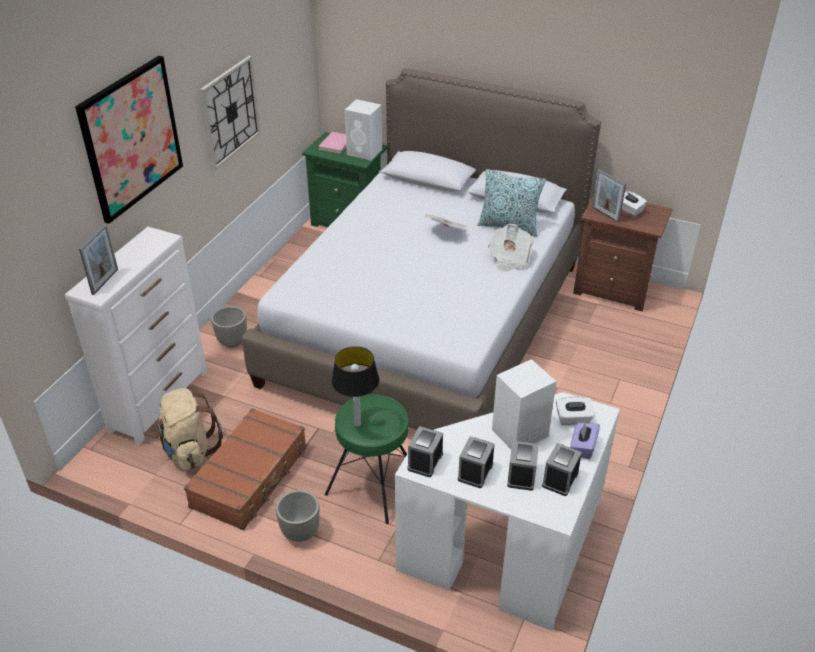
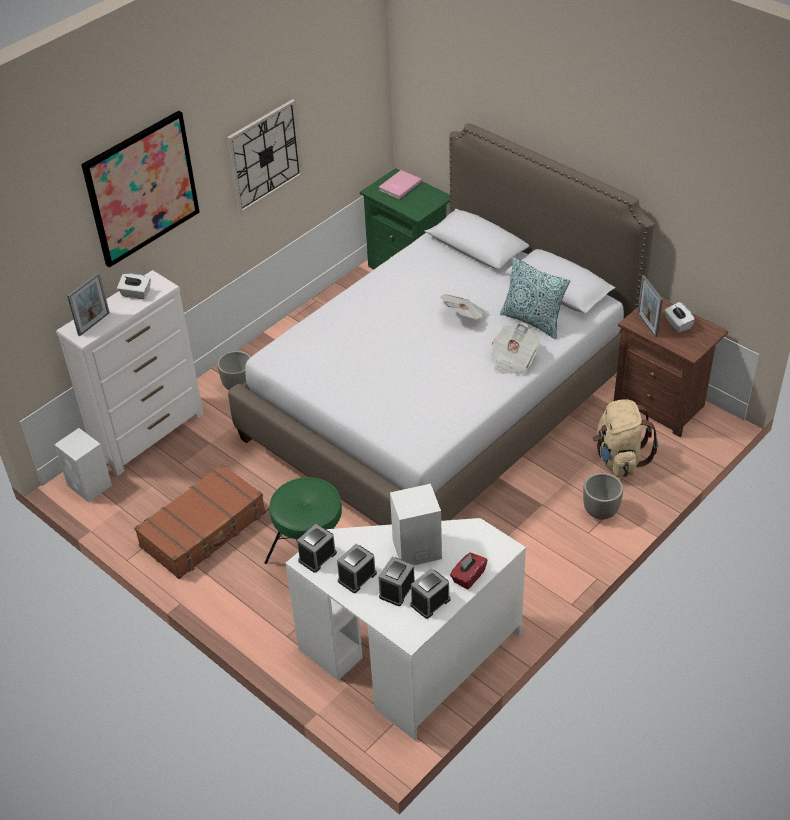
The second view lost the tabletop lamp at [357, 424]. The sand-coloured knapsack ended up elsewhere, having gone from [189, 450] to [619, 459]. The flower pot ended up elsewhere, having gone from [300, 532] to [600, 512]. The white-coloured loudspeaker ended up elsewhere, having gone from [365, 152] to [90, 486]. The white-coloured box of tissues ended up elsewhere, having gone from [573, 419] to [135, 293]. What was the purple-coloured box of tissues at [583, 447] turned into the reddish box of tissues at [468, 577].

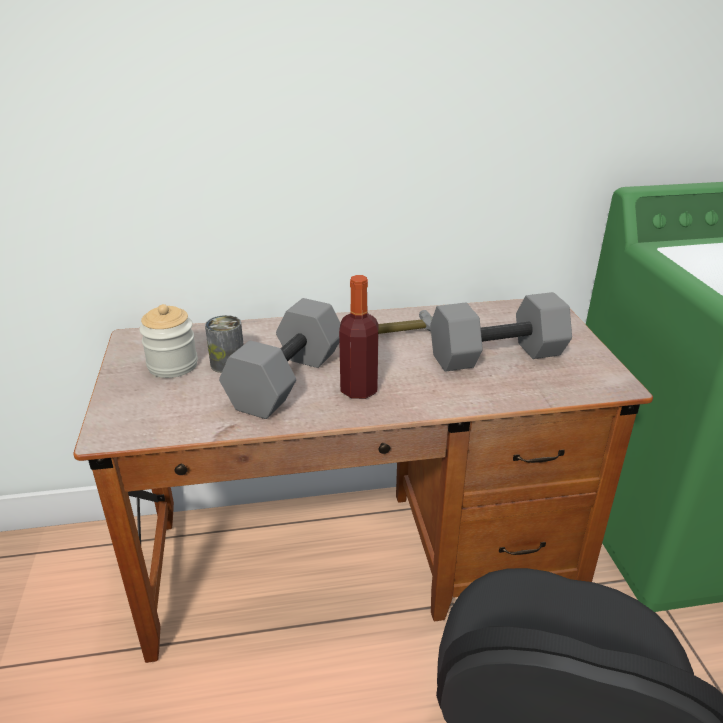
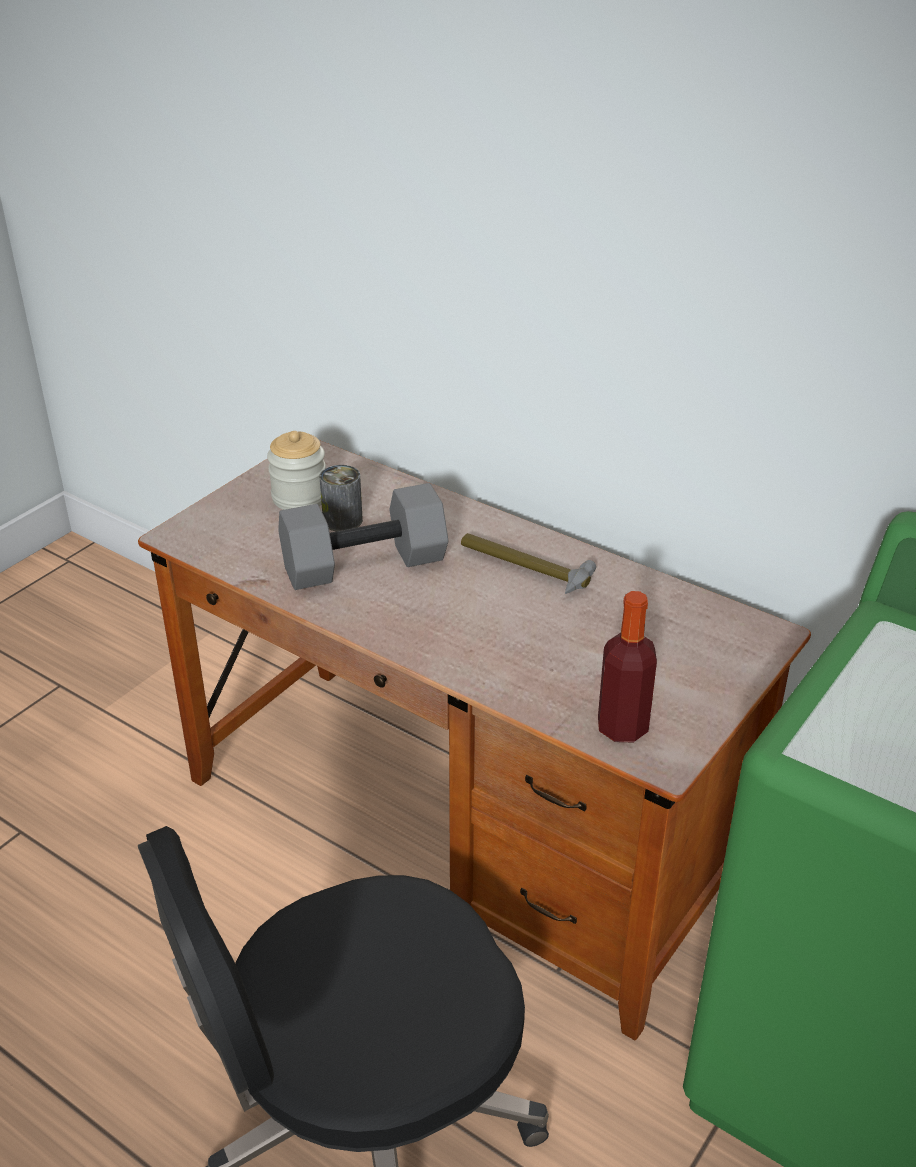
The second view lost the gray free weight at [497, 354]. The beverage bottle ended up elsewhere, having gone from [359, 390] to [622, 727].

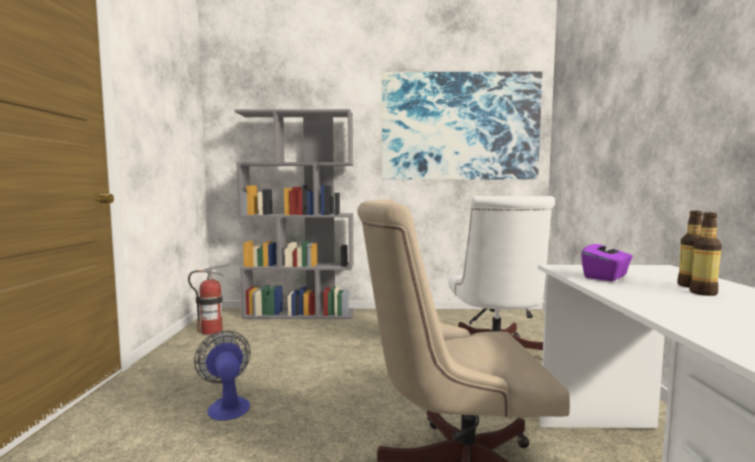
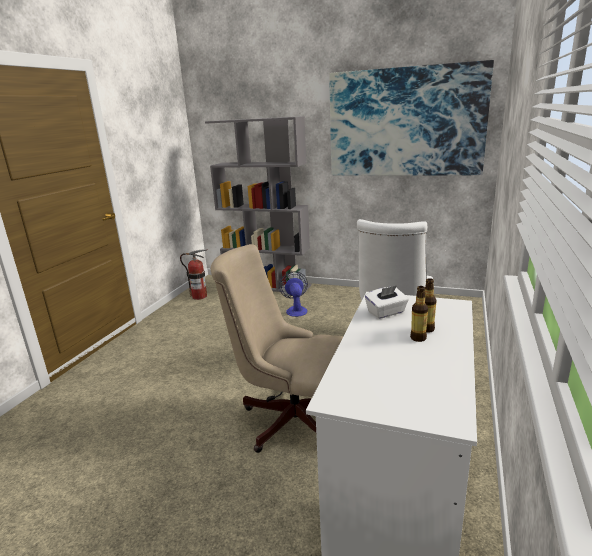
The cooling fan ended up elsewhere, having gone from [227, 405] to [296, 310]. What was the purple-coloured box of tissues at [606, 277] turned into the white-coloured box of tissues at [386, 312].

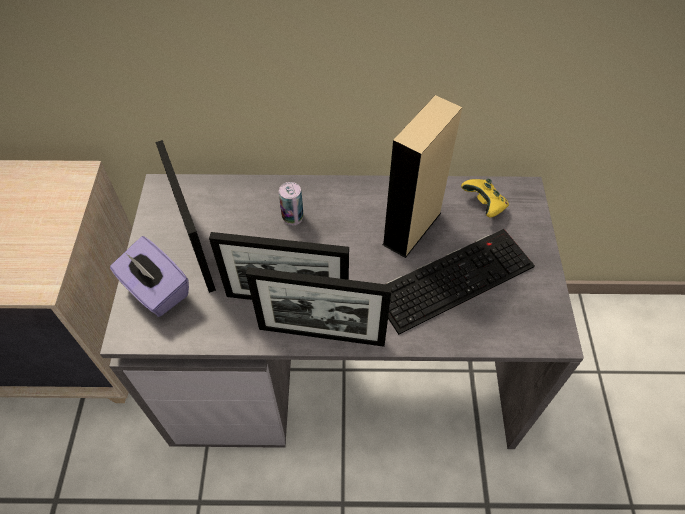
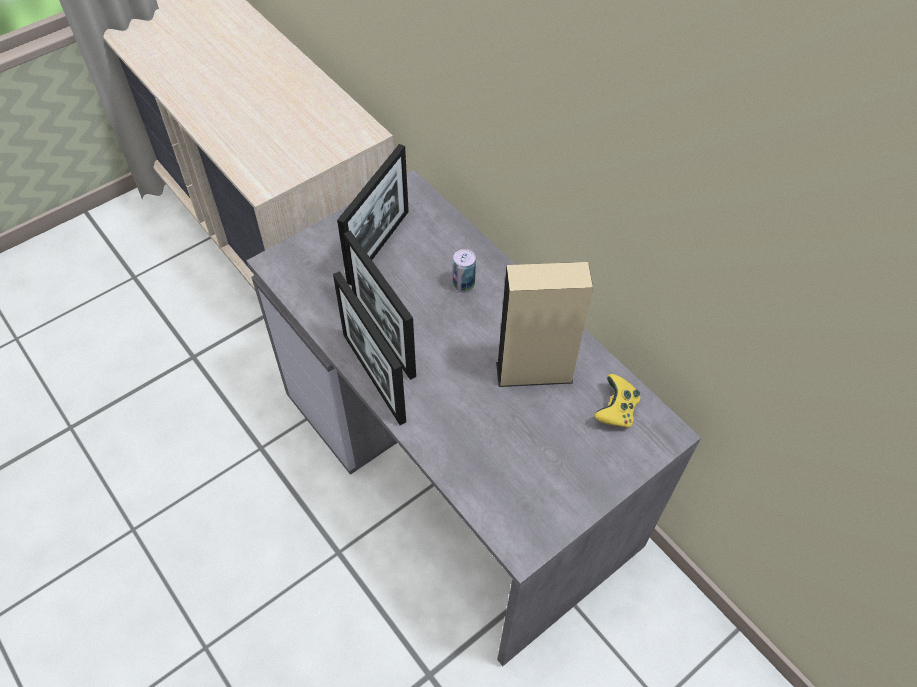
The second view lost the purple-coloured box of tissues at [156, 290]. The second view lost the keyboard at [453, 277].

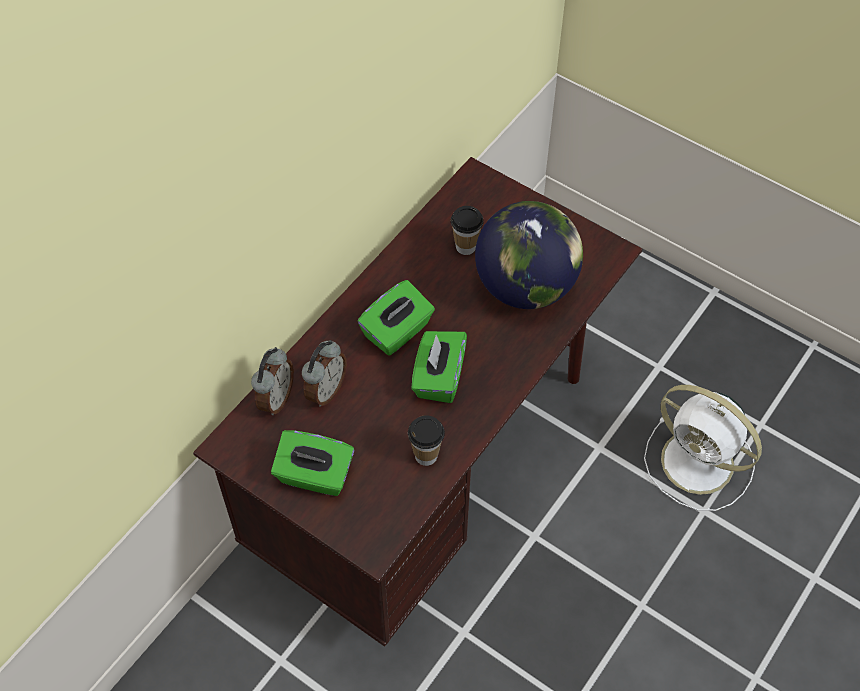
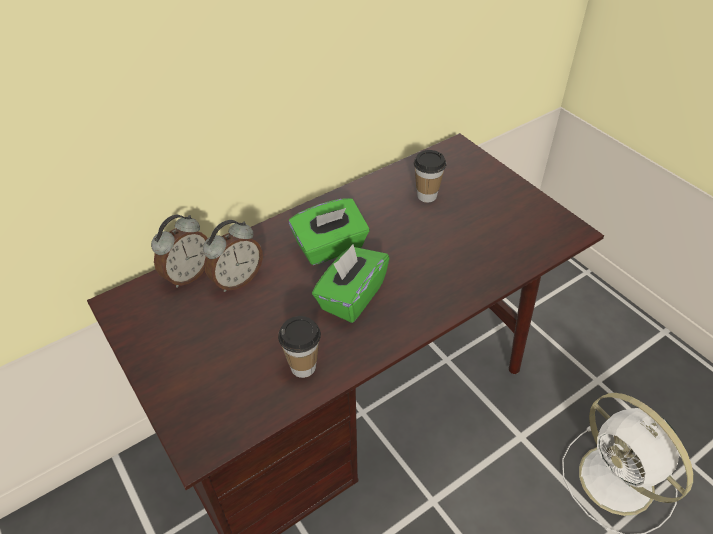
The second view lost the greenish box of tissues at [314, 476]. The second view lost the desk globe at [525, 287].

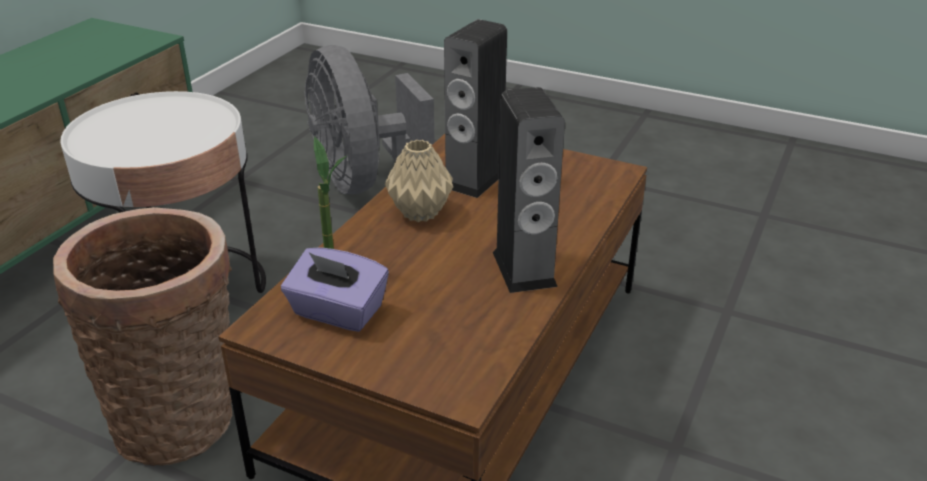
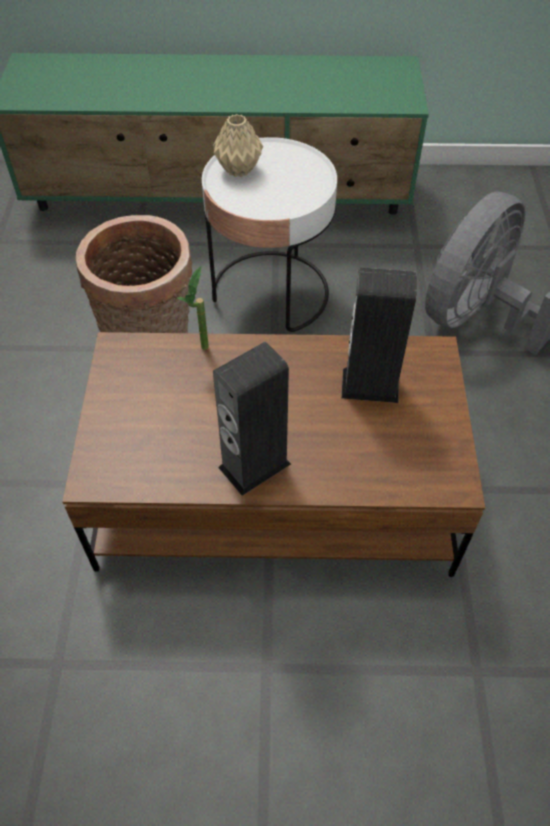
The second view lost the purple-coloured box of tissues at [337, 312]. The sand-coloured flower vase ended up elsewhere, having gone from [420, 214] to [238, 170].

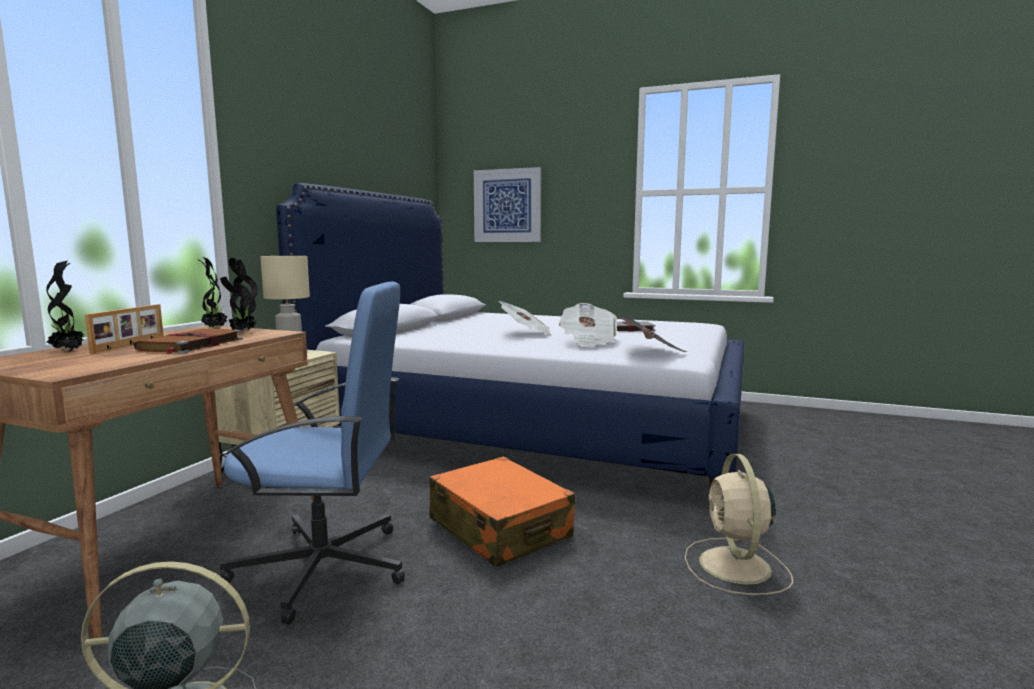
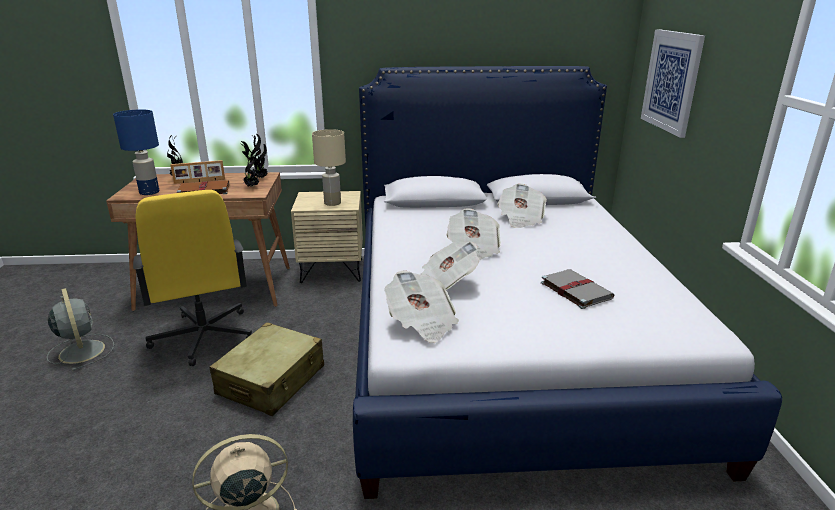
The second view gained the bluish tabletop lamp at [149, 192]. The second view gained the daily paper at [520, 219]. What was the bluish desk chair at [325, 568] turned into the yellow-coloured desk chair at [203, 337]. What was the orange travel case at [500, 528] turned into the sand-coloured travel case at [272, 380].

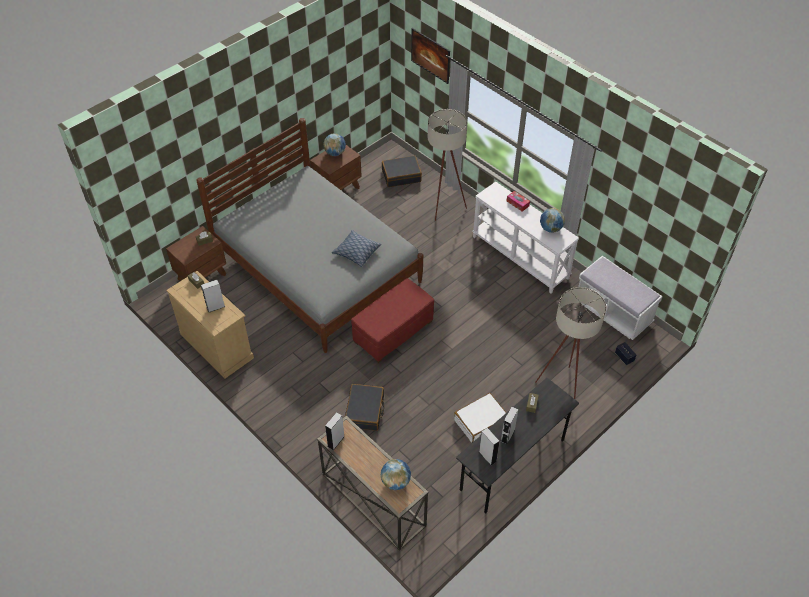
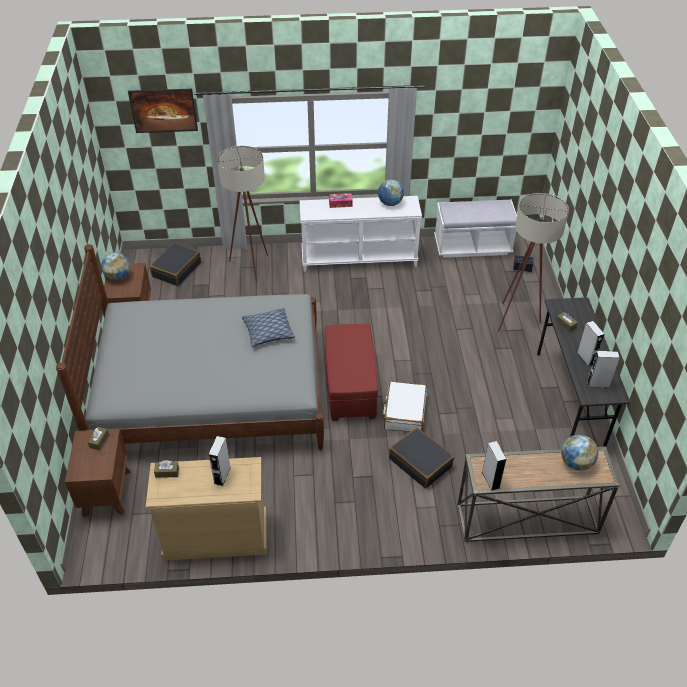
The white-coloured travel case ended up elsewhere, having gone from [480, 422] to [404, 412].

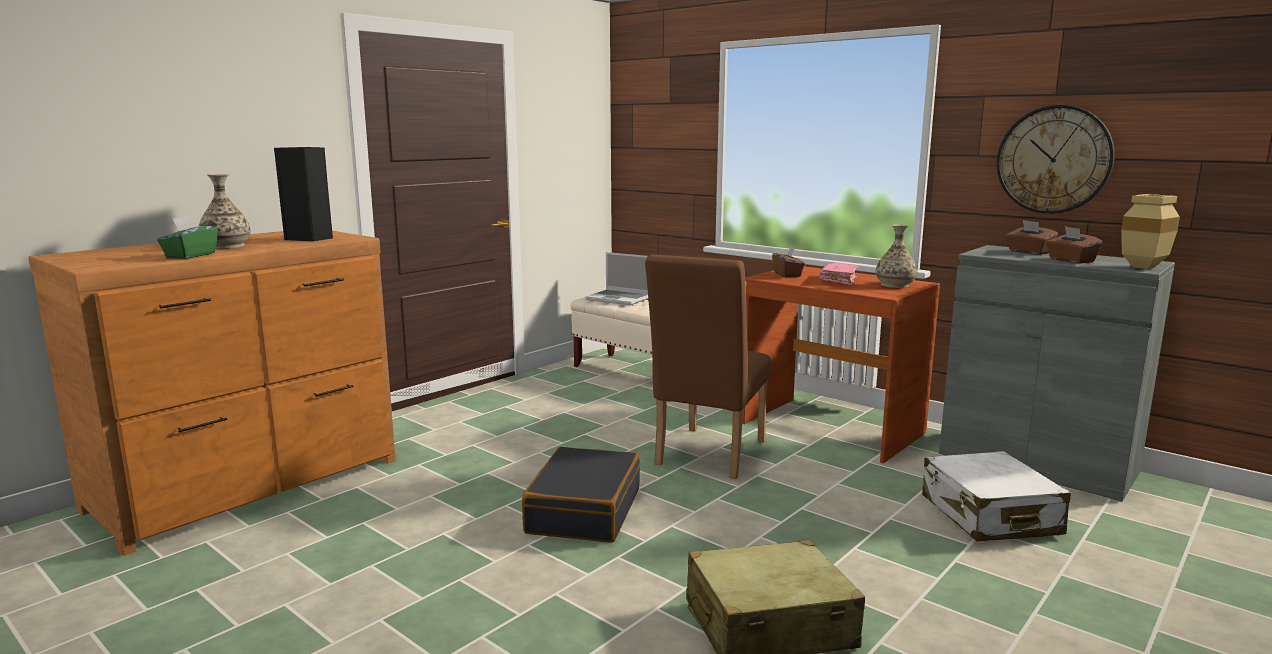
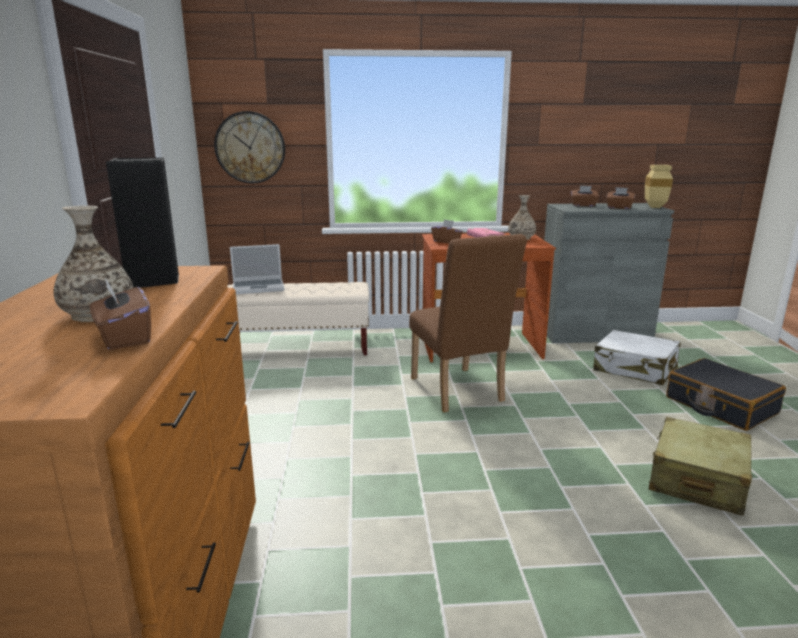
The black-coloured travel case ended up elsewhere, having gone from [583, 511] to [720, 405]. The clock on the wall ended up elsewhere, having gone from [1054, 159] to [250, 147]. What was the greenish box of tissues at [190, 255] turned into the brown box of tissues at [124, 338].

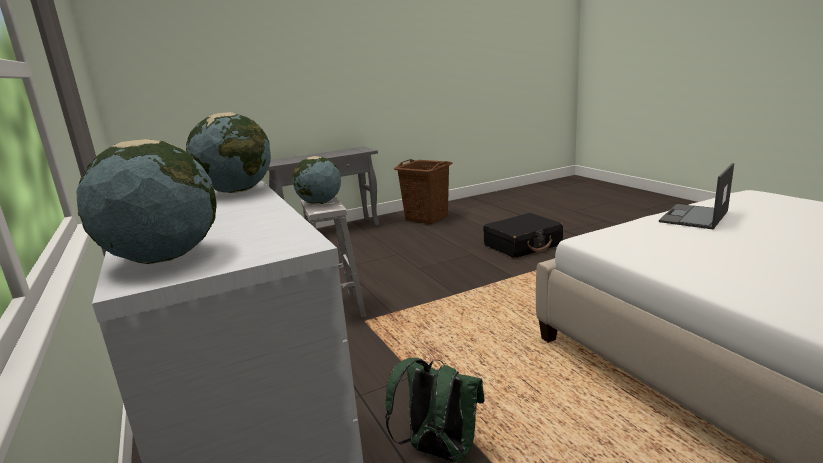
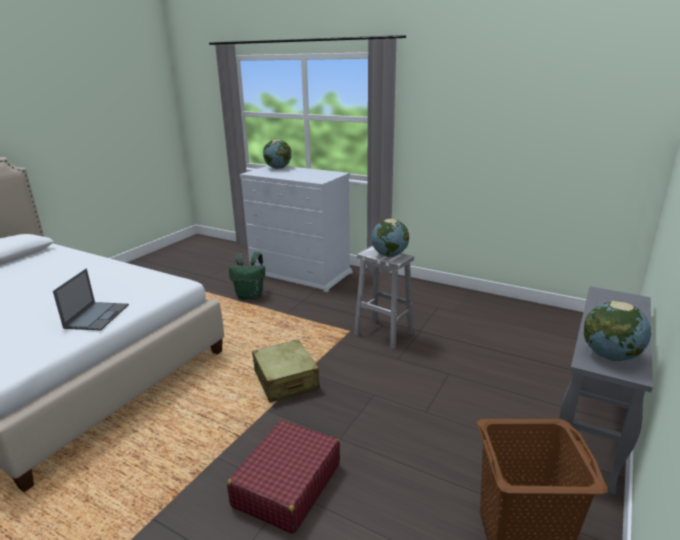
The second view gained the sand-coloured travel case at [286, 380]. The desk globe ended up elsewhere, having gone from [237, 191] to [610, 356]. What was the black-coloured travel case at [523, 245] turned into the reddish travel case at [287, 485].

